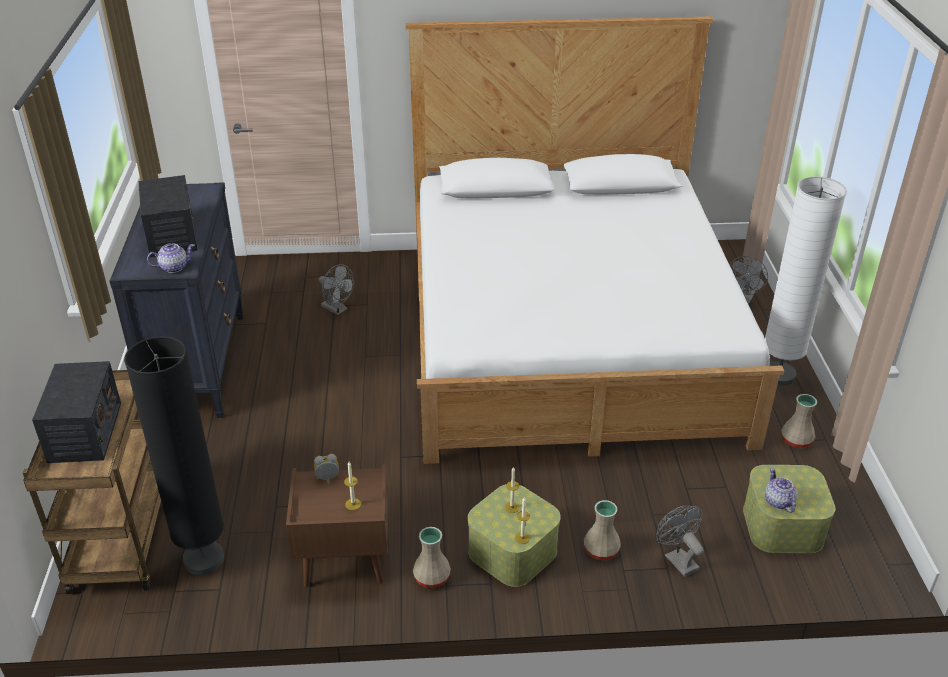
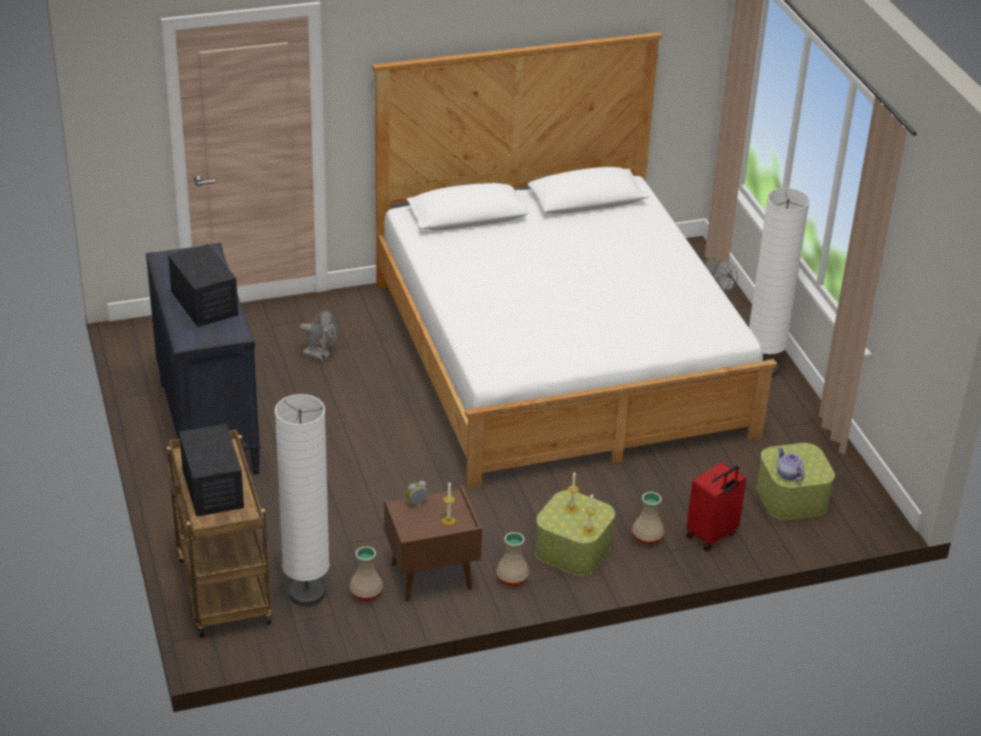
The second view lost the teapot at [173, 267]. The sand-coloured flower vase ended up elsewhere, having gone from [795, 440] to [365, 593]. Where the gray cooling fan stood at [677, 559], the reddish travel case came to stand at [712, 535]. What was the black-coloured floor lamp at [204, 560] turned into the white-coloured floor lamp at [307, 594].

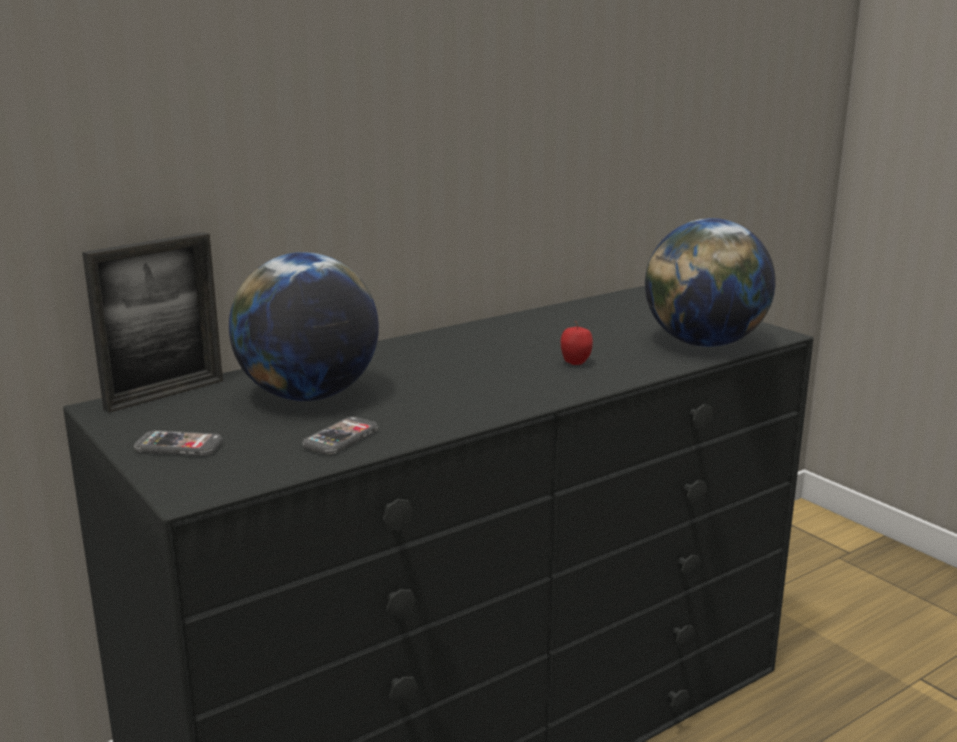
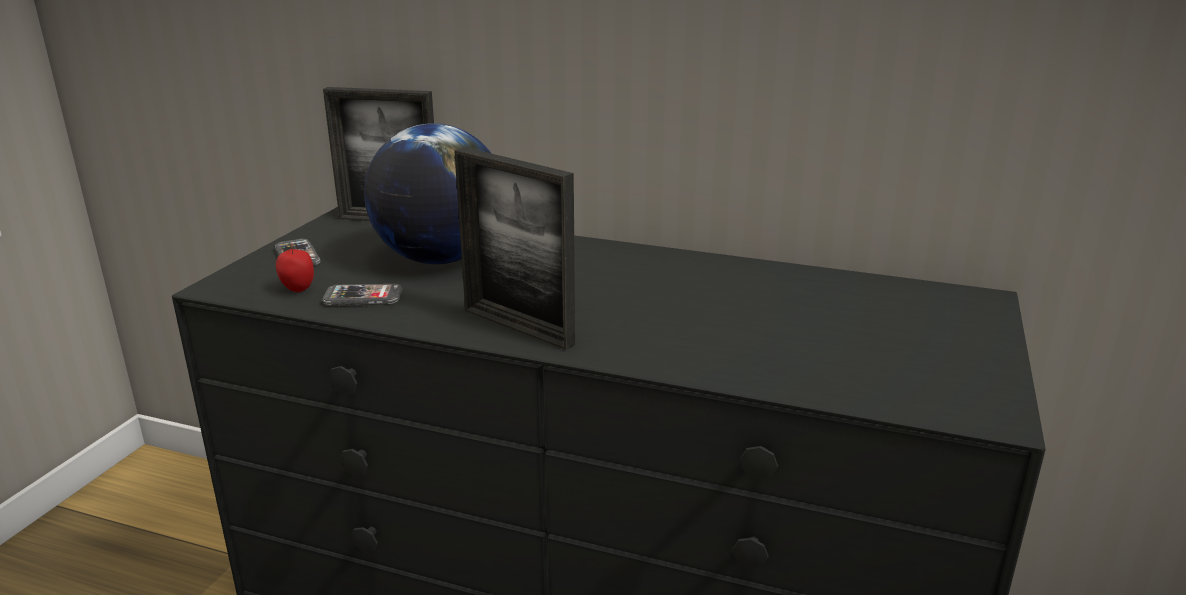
The second view lost the desk globe at [704, 344]. The second view gained the standing frame at [518, 327]. The apple fruit ended up elsewhere, having gone from [575, 363] to [298, 290].

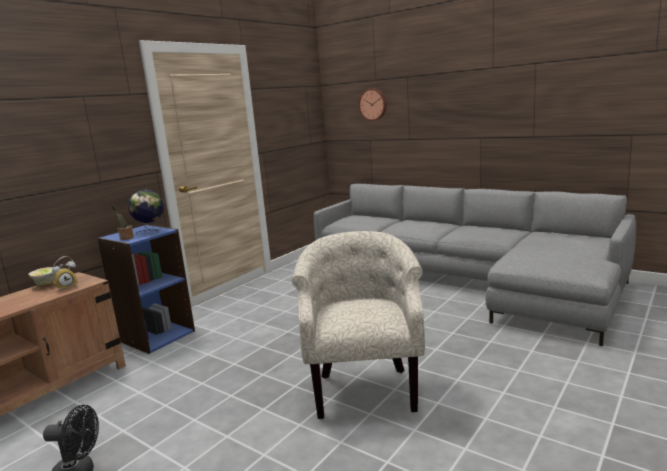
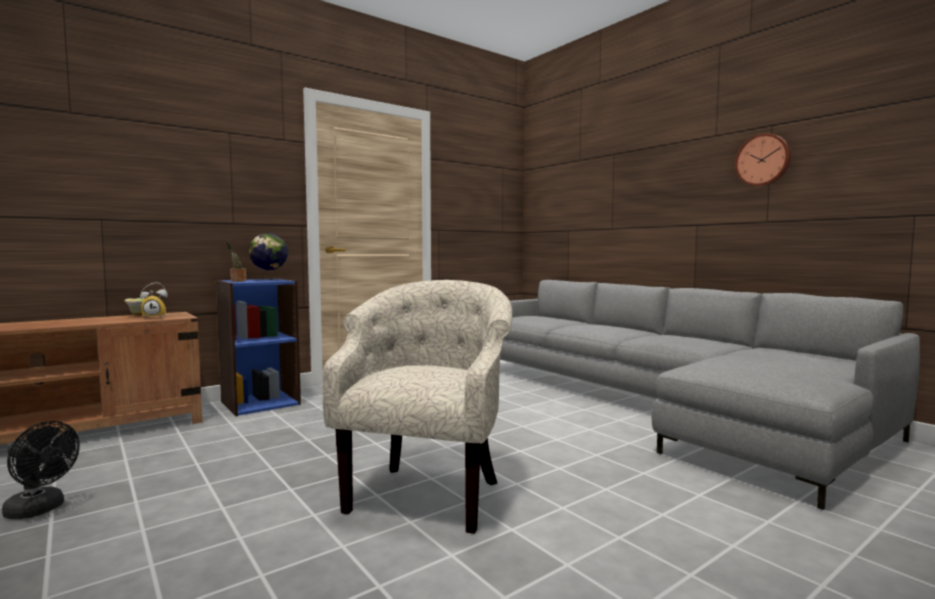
The clock on the wall ended up elsewhere, having gone from [373, 104] to [763, 160].

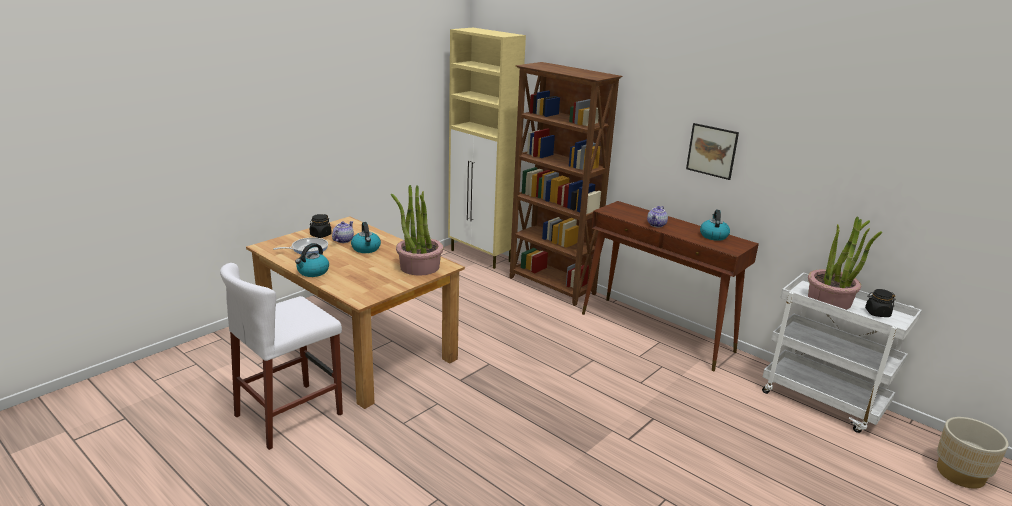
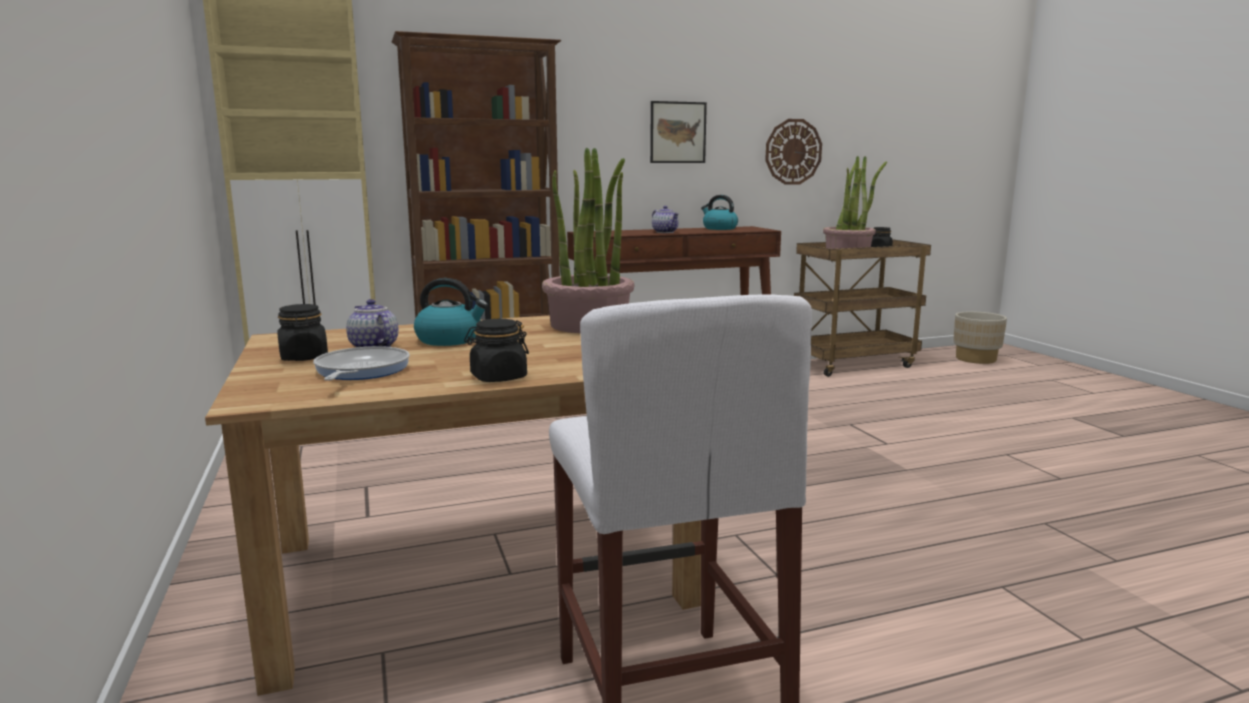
The second view gained the clock on the wall at [793, 152]. Where the kettle stood at [313, 272], the black-coloured jar came to stand at [498, 377]. What was the white-coloured cart at [823, 401] turned into the brown cart at [854, 364].

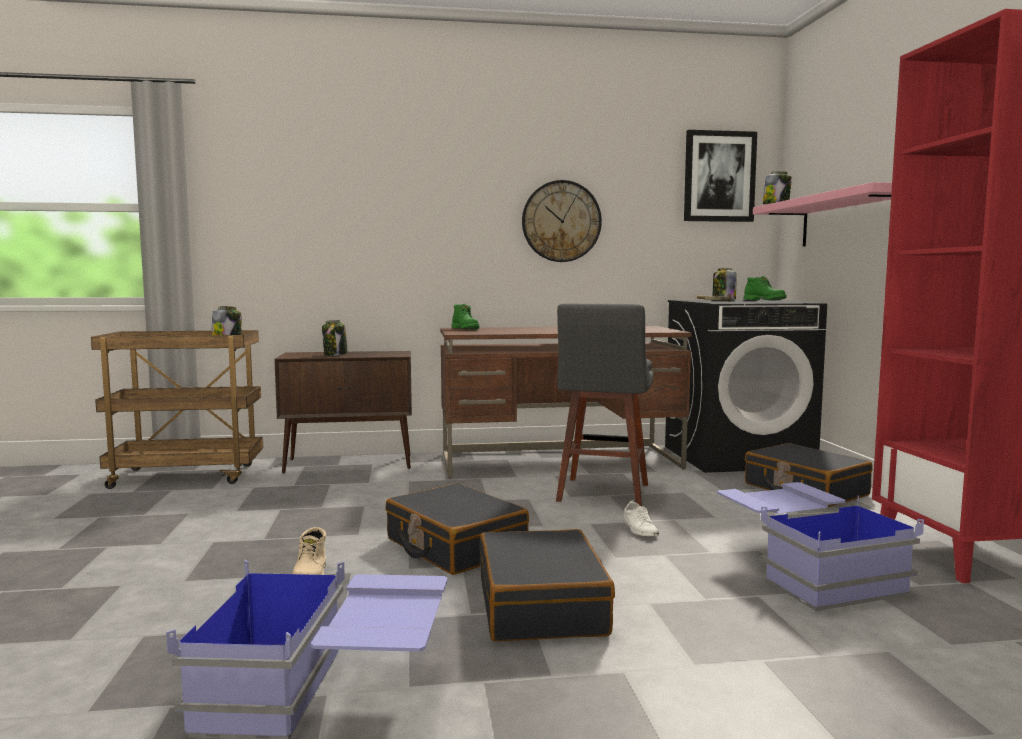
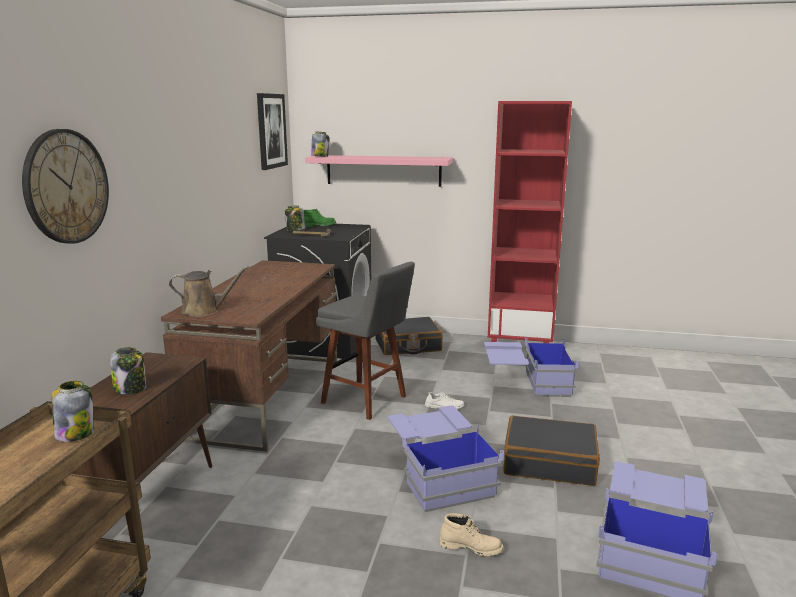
The clock on the wall ended up elsewhere, having gone from [561, 221] to [66, 187]. Where the black-coloured travel case stood at [455, 546], the bluish storage container came to stand at [440, 475]. Where the greenish high-top boot stood at [466, 329], the brown watering can came to stand at [204, 311].

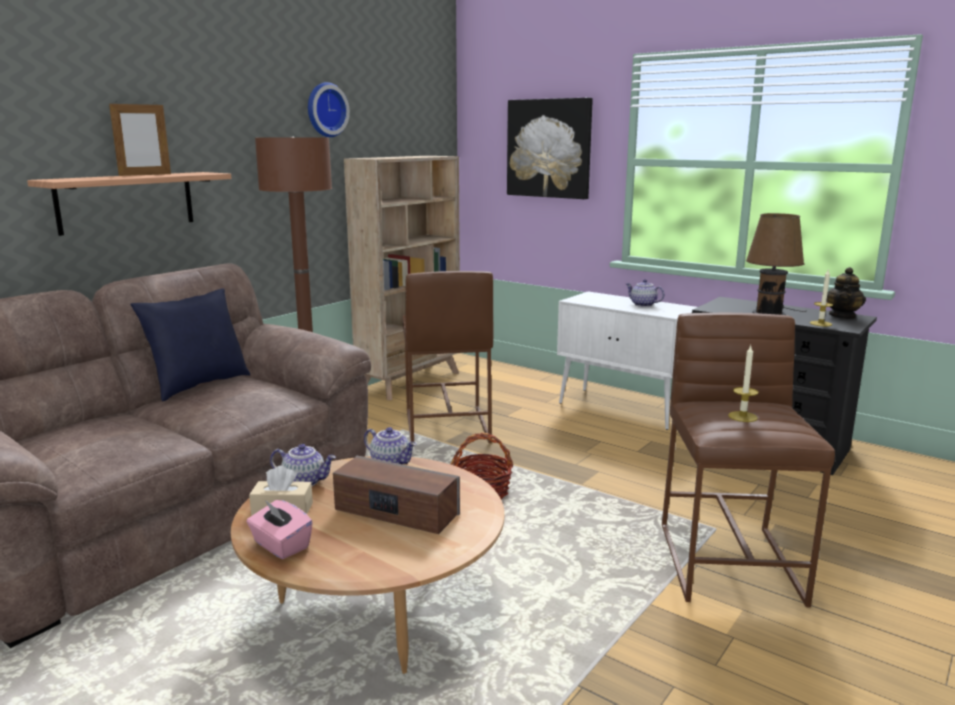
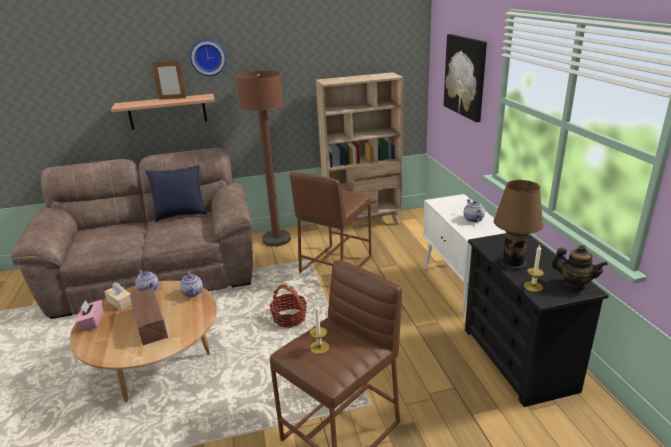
The clock on the wall ended up elsewhere, having gone from [325, 110] to [208, 57]. The teapot at [842, 316] ended up facing another way, 120 degrees counterclockwise from before.

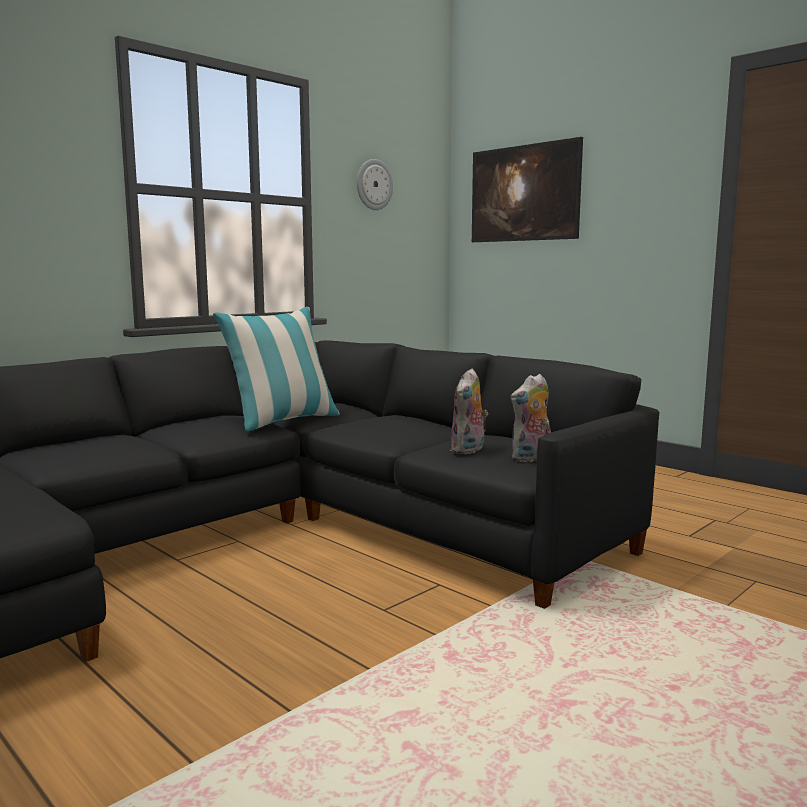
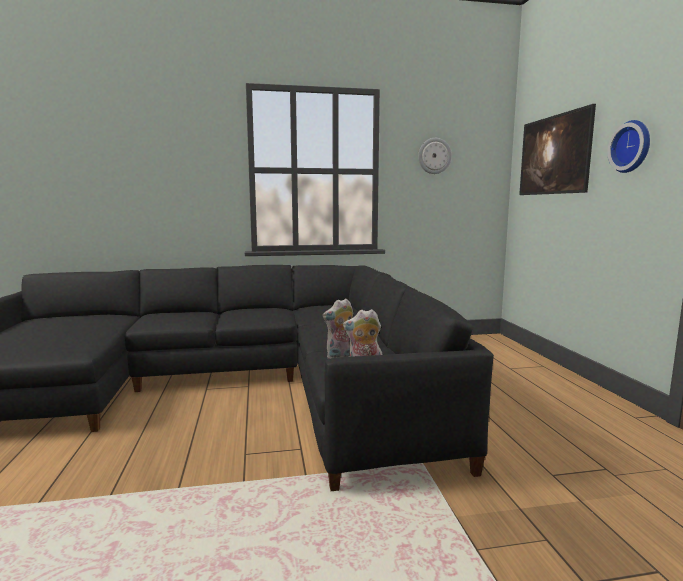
The second view lost the cushion at [283, 422]. The second view gained the clock on the wall at [632, 147].

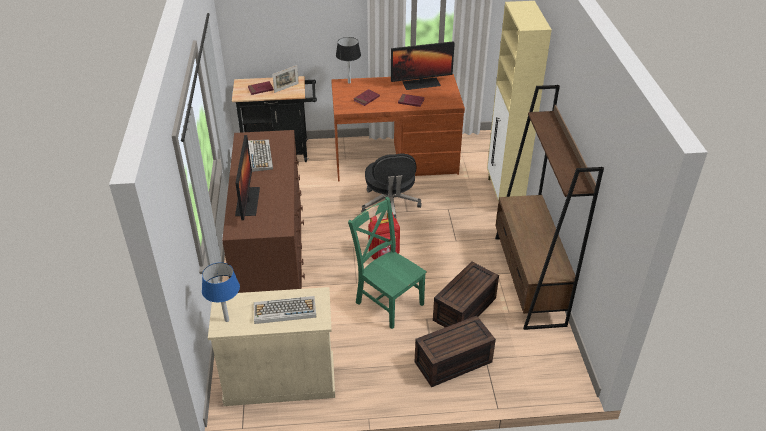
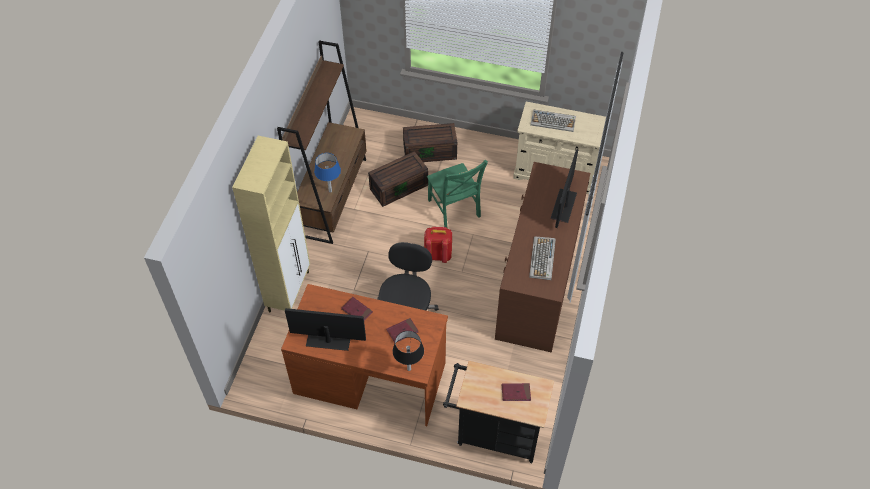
The second view lost the standing frame at [286, 88]. The bluish tabletop lamp ended up elsewhere, having gone from [227, 320] to [330, 191].

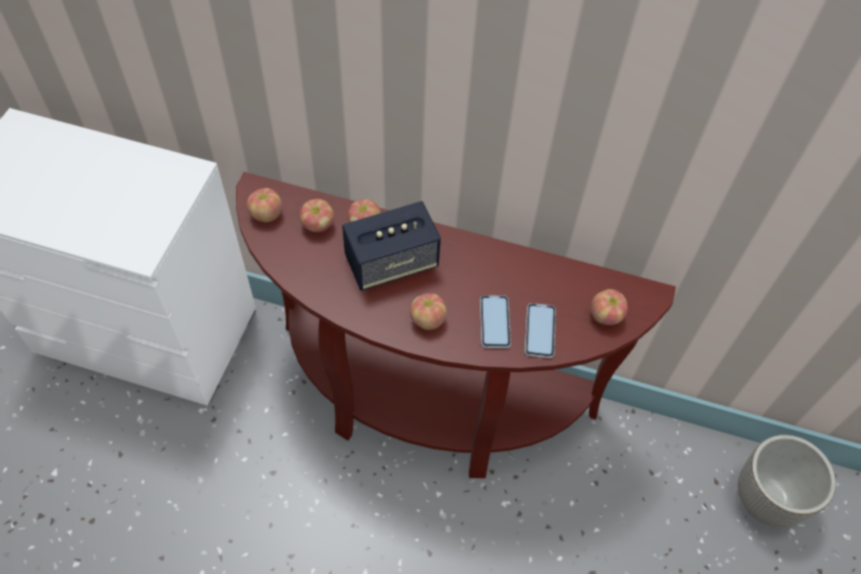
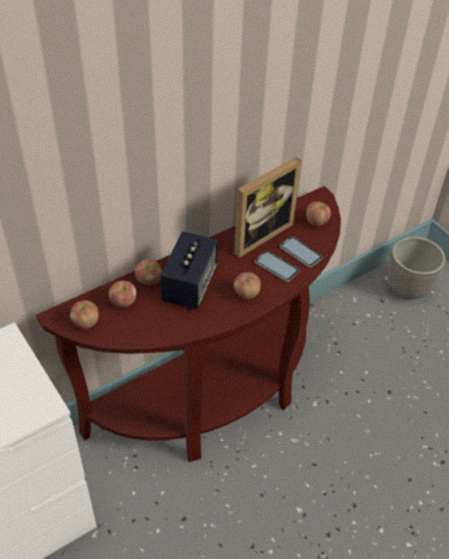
The second view gained the standing frame at [258, 234].

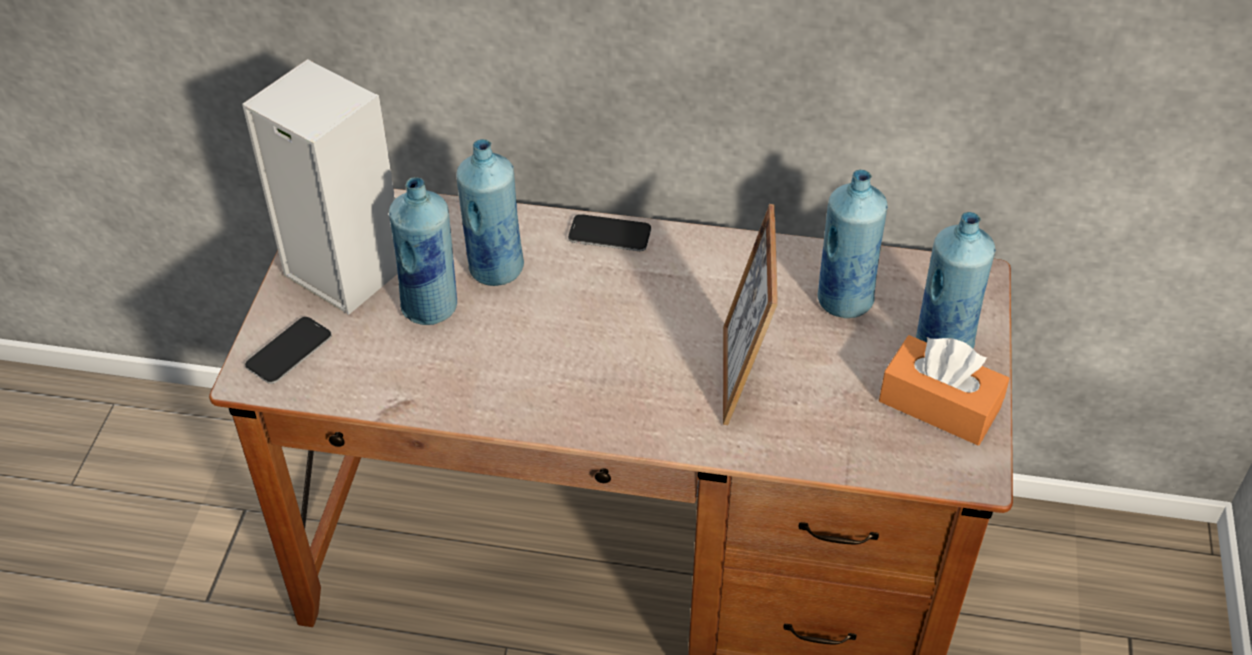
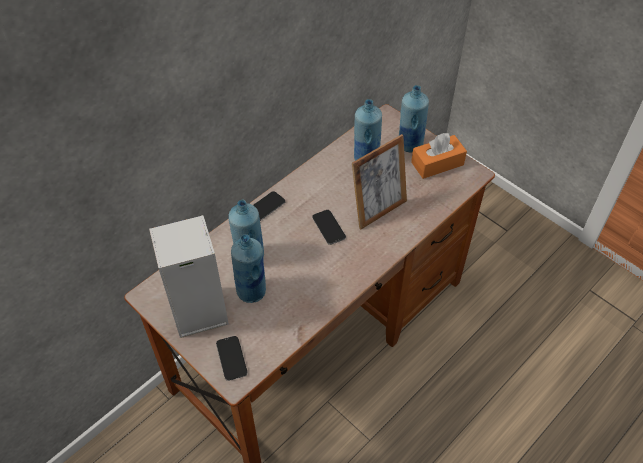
The second view gained the phone at [328, 227]. The standing frame at [743, 375] ended up facing another way, 75 degrees counterclockwise from before.

